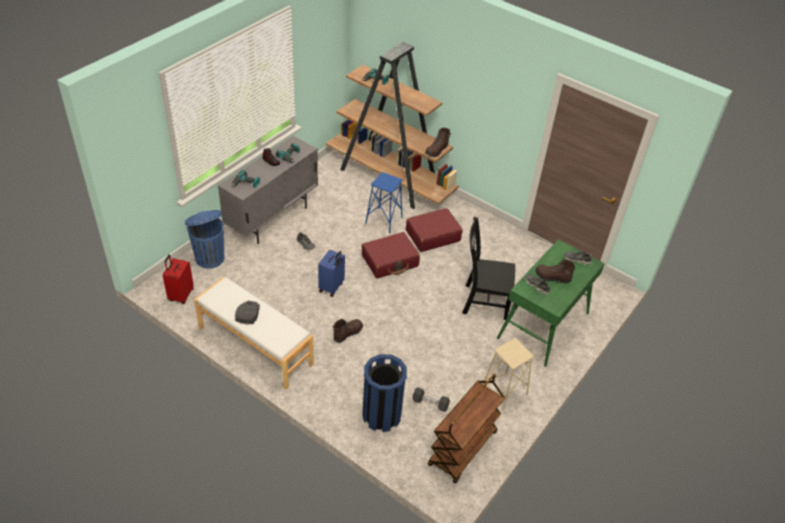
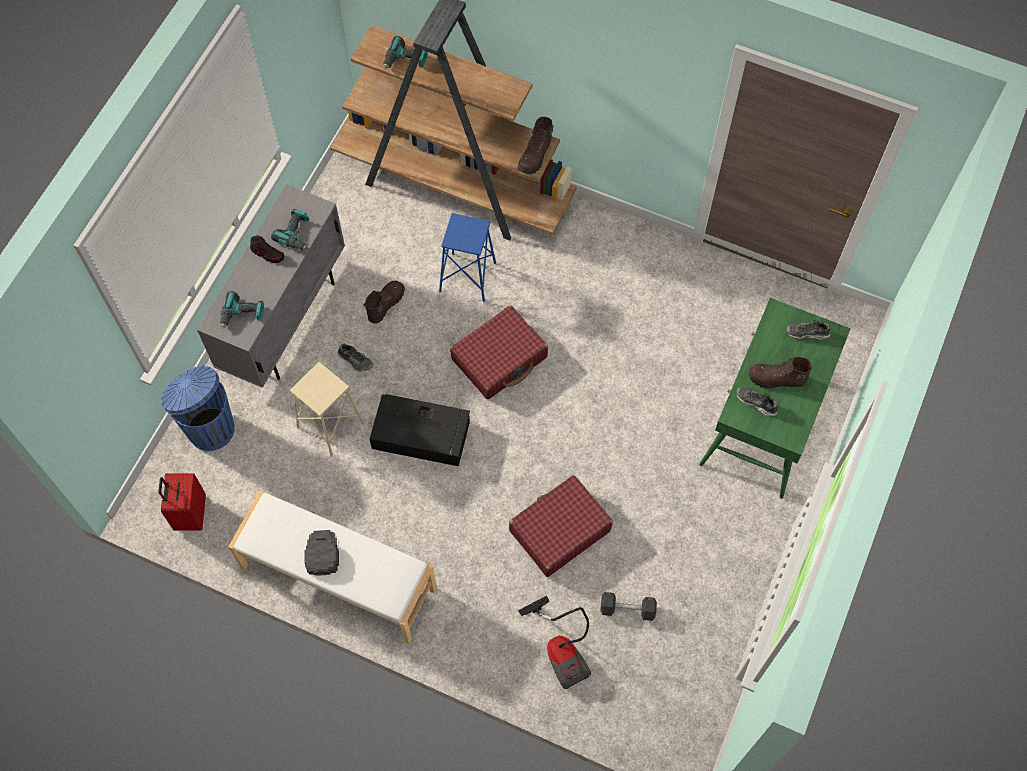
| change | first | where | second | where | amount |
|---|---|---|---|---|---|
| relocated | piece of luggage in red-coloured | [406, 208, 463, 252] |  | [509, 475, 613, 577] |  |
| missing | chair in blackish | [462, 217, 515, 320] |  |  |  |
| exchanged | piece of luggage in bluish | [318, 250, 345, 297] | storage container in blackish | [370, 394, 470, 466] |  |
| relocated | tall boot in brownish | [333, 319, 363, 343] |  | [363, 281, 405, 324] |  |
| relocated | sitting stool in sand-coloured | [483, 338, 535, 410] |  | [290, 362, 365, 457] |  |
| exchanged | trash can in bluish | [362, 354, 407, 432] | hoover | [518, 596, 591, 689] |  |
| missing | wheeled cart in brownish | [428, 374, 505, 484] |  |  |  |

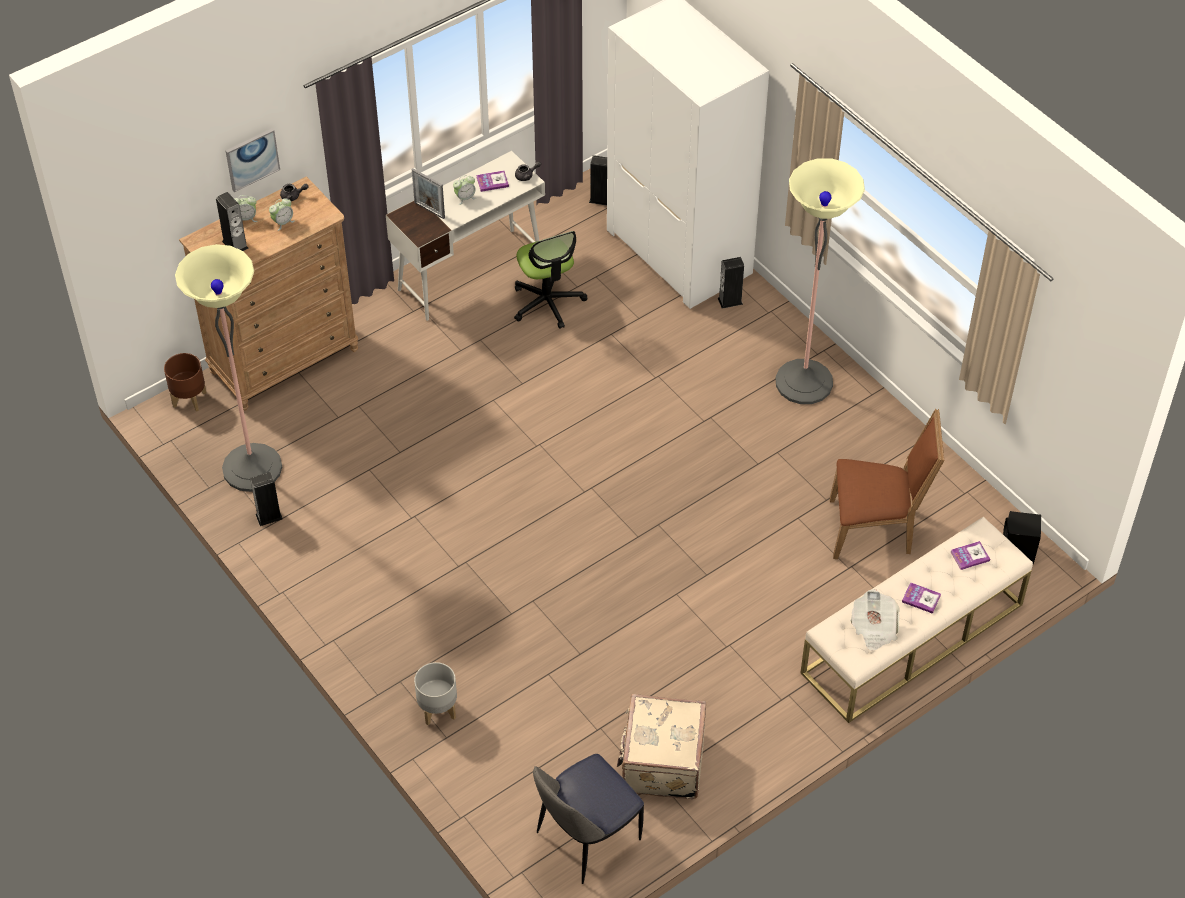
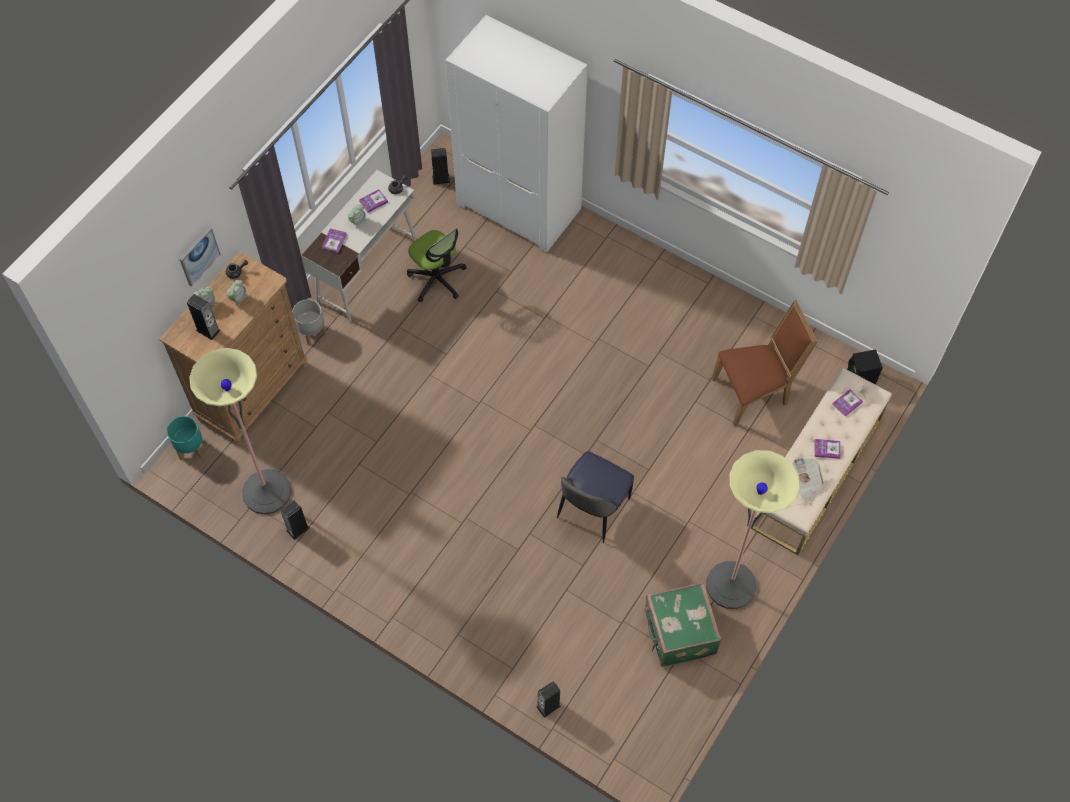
| change | first | where | second | where | amount |
|---|---|---|---|---|---|
| relocated | standing lamp | [776, 158, 865, 404] |  | [706, 450, 799, 609] |  |
| exchanged | photo frame | [412, 169, 445, 219] | bound book | [322, 228, 347, 253] |  |
| relocated | audio speaker | [718, 257, 744, 309] |  | [536, 681, 561, 718] |  |
| colour | planter in brownish | [164, 353, 206, 412] | planter in turquoise | [167, 416, 203, 460] |  |
| relocated | planter in gray | [414, 662, 457, 726] |  | [292, 299, 326, 345] |  |
| colour | piece of luggage in sand-coloured | [617, 694, 706, 799] | piece of luggage in greenish | [644, 582, 721, 667] |  |
| relocated | chair | [533, 754, 644, 884] |  | [557, 451, 634, 543] |  |

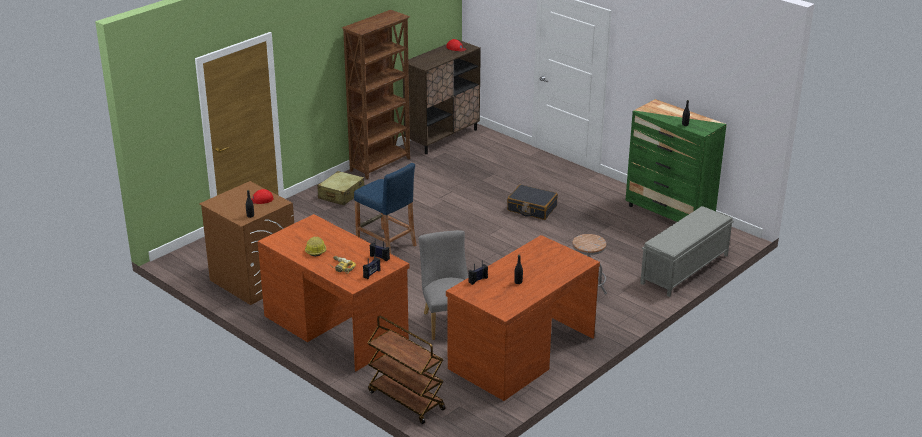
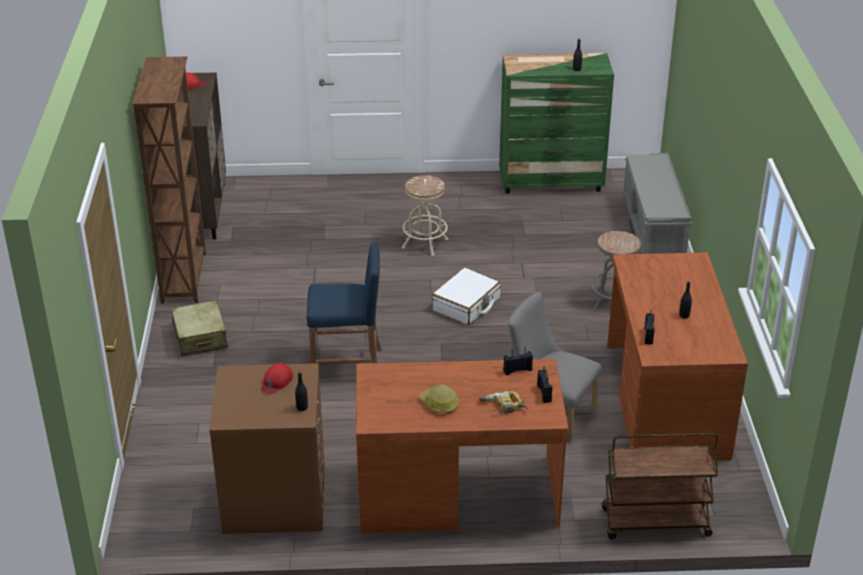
| change | first | where | second | where | amount |
|---|---|---|---|---|---|
| exchanged | piece of luggage in blackish | [507, 184, 558, 220] | sitting stool in sand-coloured | [402, 175, 448, 256] |  |
| appeared |  |  | piece of luggage in white-coloured | [432, 267, 501, 325] |  |

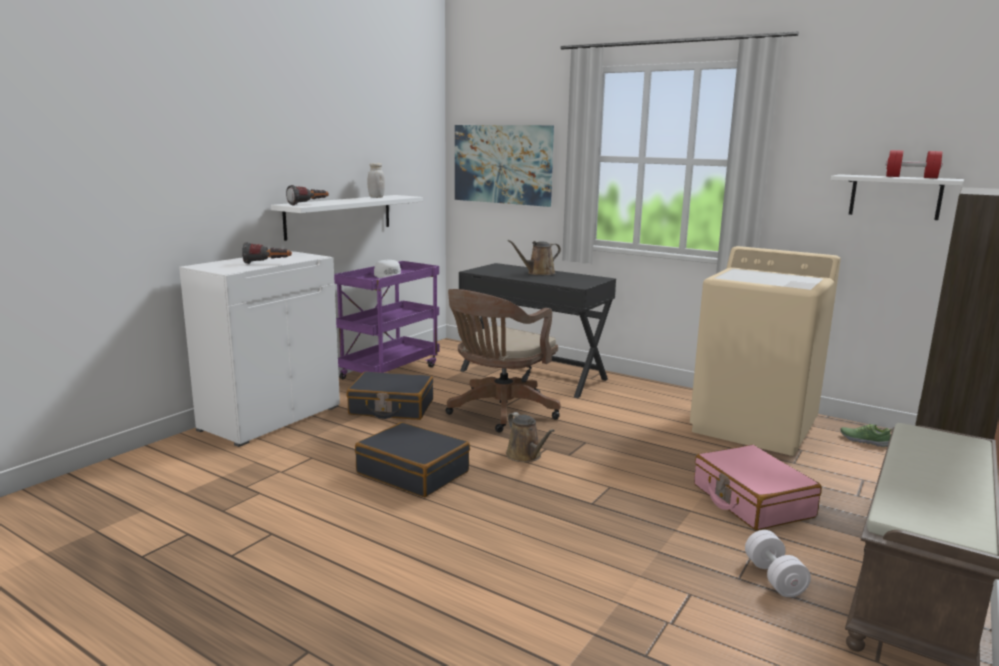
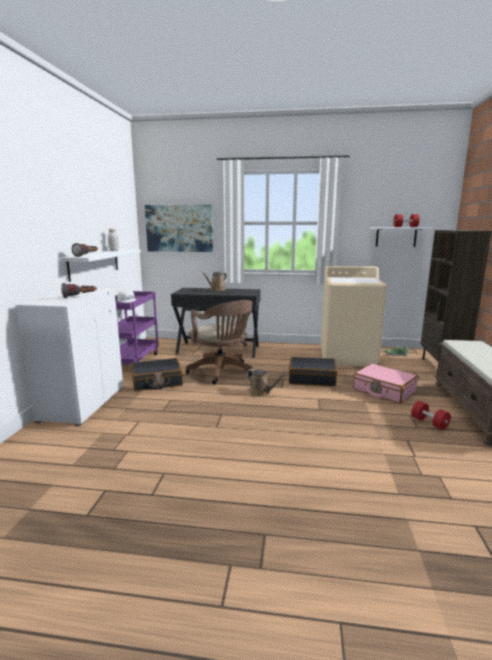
| change | first | where | second | where | amount |
|---|---|---|---|---|---|
| spun | computer chair in brownish | [445, 289, 561, 432] |  | [185, 300, 253, 385] | 45 degrees counterclockwise |
| relocated | piece of luggage in blackish | [355, 422, 470, 497] |  | [289, 357, 338, 386] |  |
| colour | hand weight in white-coloured | [745, 530, 811, 597] | hand weight in red-coloured | [411, 401, 451, 430] |  |

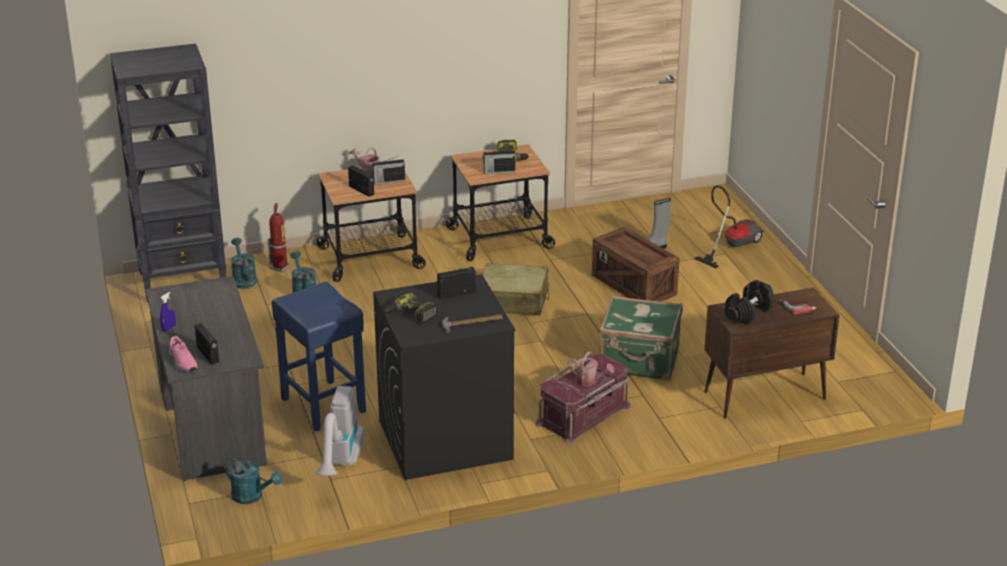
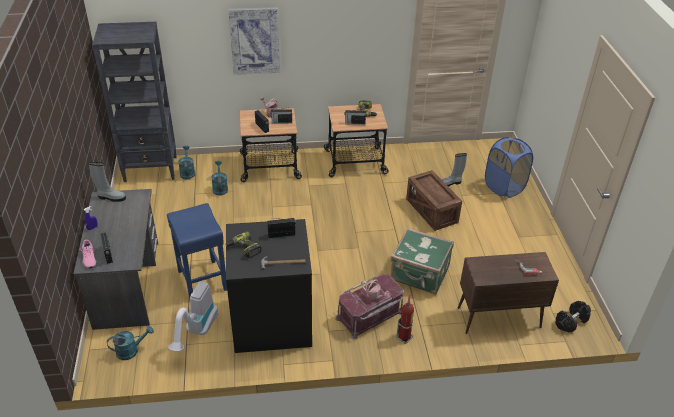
| change | first | where | second | where | amount |
|---|---|---|---|---|---|
| exchanged | hoover | [694, 185, 764, 268] | washing basket in bluish | [485, 137, 533, 198] |  |
| relocated | extinguisher | [267, 203, 290, 272] |  | [396, 295, 414, 344] |  |
| missing | piece of luggage in sand-coloured | [482, 263, 550, 315] |  |  |  |
| relocated | hand weight in blackish | [725, 280, 773, 324] |  | [555, 301, 591, 333] |  |
| spun | watering pot in turquoise | [224, 457, 282, 504] |  | [107, 326, 154, 360] | 60 degrees counterclockwise |
| appeared |  |  | wall art | [228, 7, 280, 75] |  |
| appeared |  |  | tall boot in gray | [88, 162, 126, 202] |  |

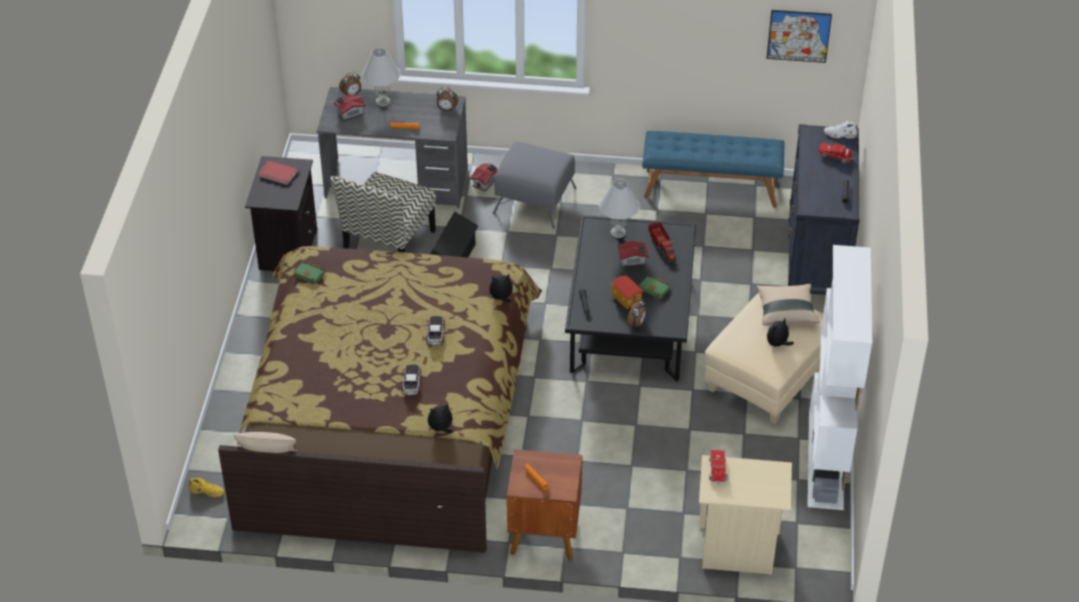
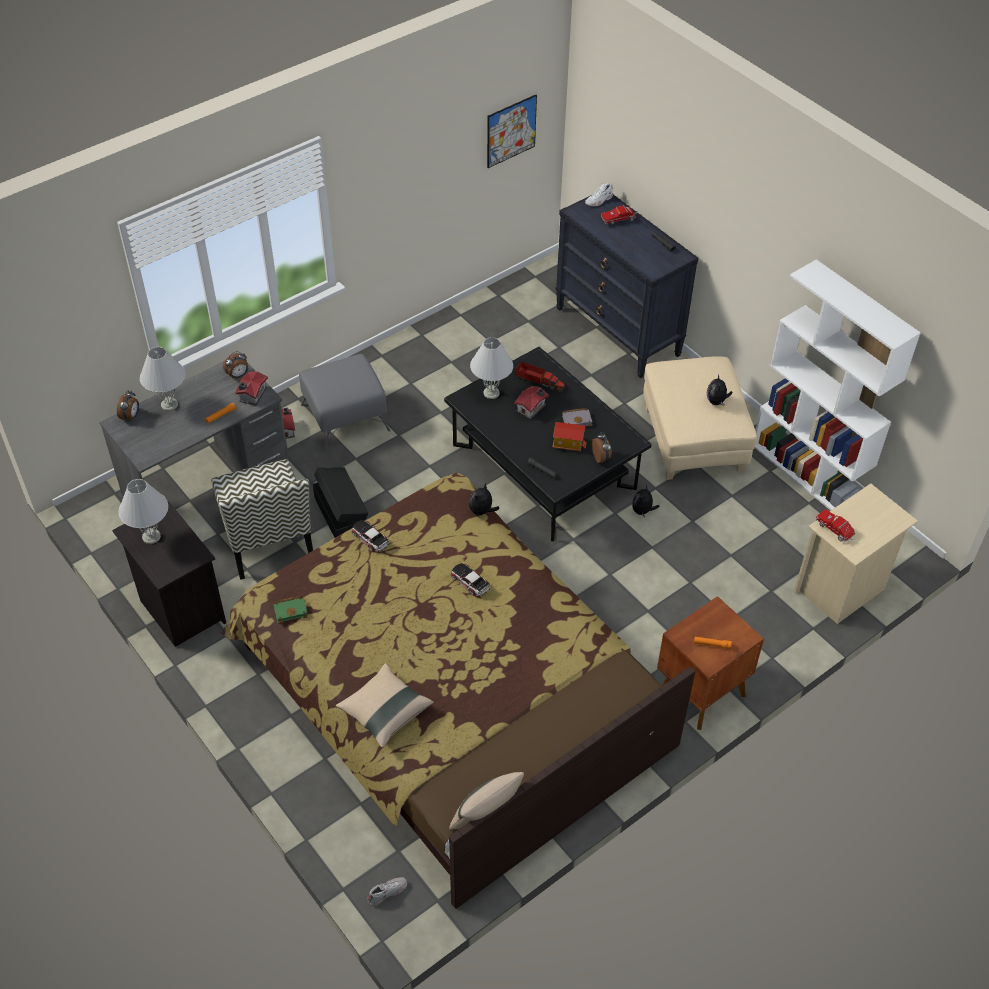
| change | first | where | second | where | amount |
|---|---|---|---|---|---|
| relocated | miniature house | [334, 95, 366, 121] |  | [236, 371, 268, 406] |  |
| missing | bench in bluish | [642, 131, 785, 208] |  |  |  |
| exchanged | bound book in red-coloured | [258, 160, 298, 185] | tabletop lamp in white-coloured | [119, 479, 168, 544] |  |
| colour | bound book in greenish | [639, 276, 670, 299] | bound book in gray | [562, 408, 592, 427] |  |
| relocated | throw pillow in sand-coloured | [757, 284, 820, 325] |  | [336, 663, 434, 748] |  |
| relocated | miniature car | [402, 364, 421, 395] |  | [352, 520, 389, 553] |  |
| relocated | soft toy | [428, 403, 453, 433] |  | [632, 484, 660, 518] |  |
| colour | item of footwear in yellowish | [189, 477, 224, 497] | item of footwear in white-coloured | [367, 877, 407, 906] |  |

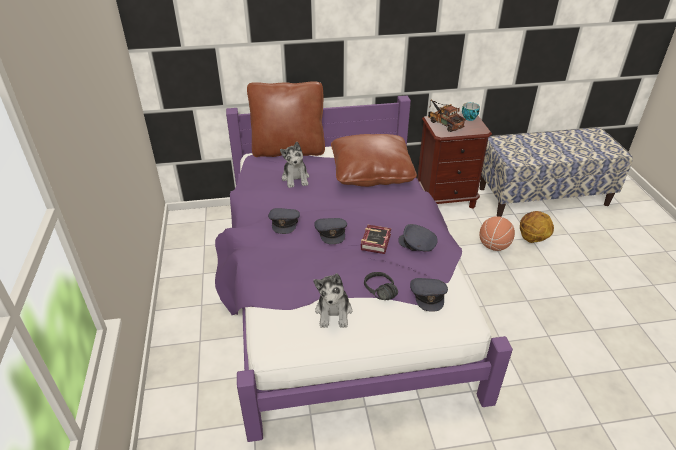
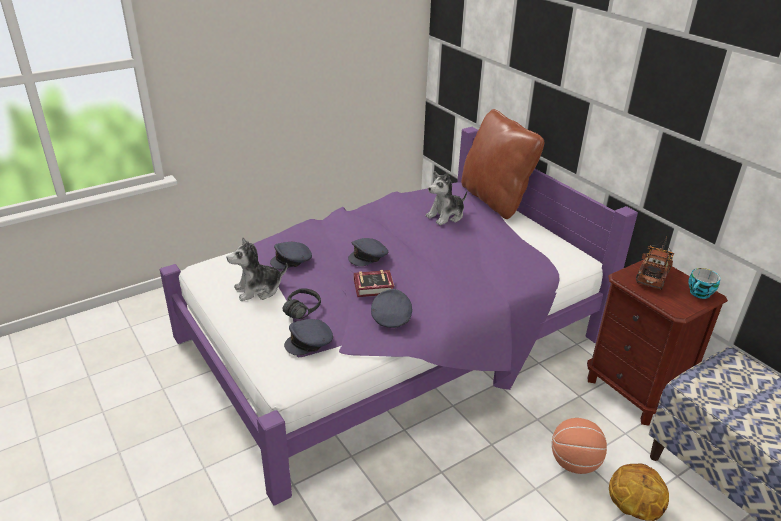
| change | first | where | second | where | amount |
|---|---|---|---|---|---|
| missing | throw pillow in brownish | [331, 134, 417, 187] |  |  |  |
| relocated | baseball cap in gray | [268, 208, 300, 234] |  | [270, 242, 312, 269] |  |

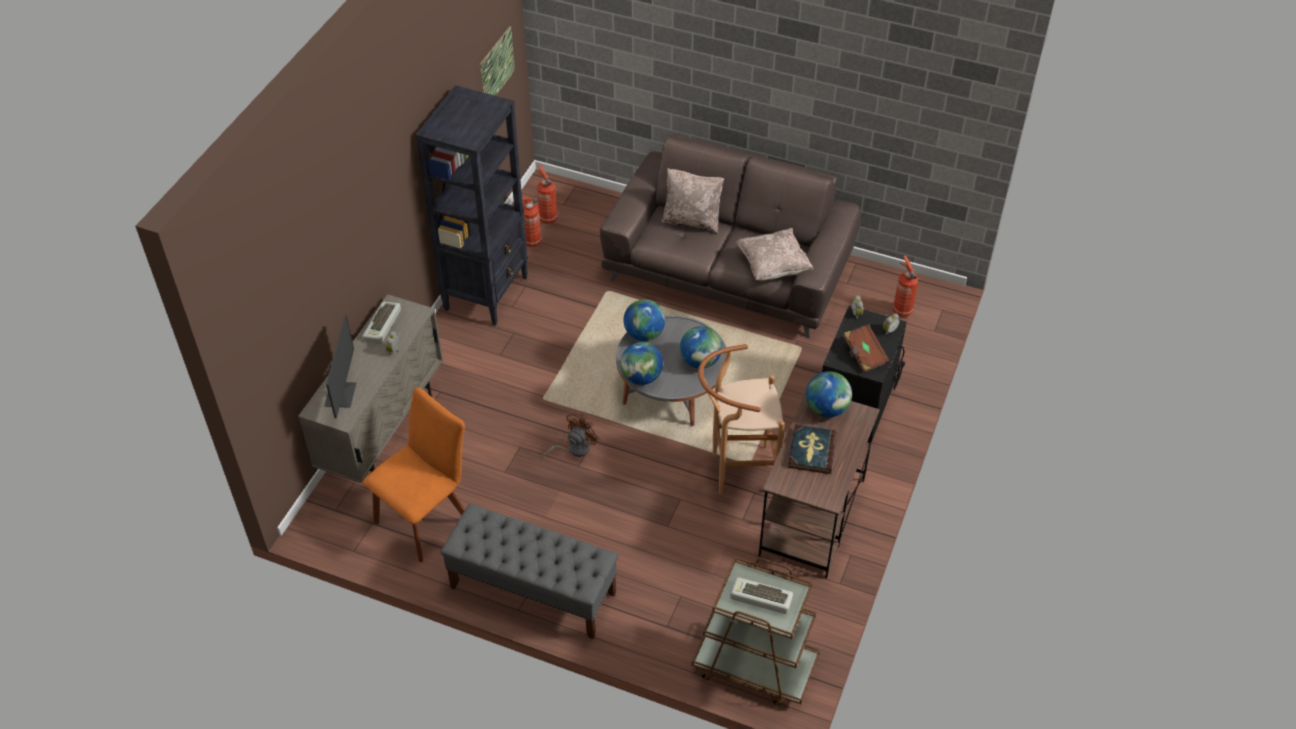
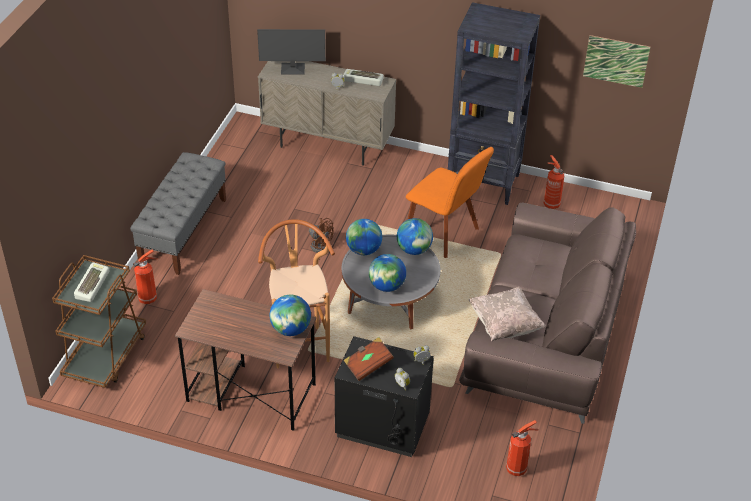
| change | first | where | second | where | amount |
|---|---|---|---|---|---|
| relocated | extinguisher | [537, 165, 558, 224] |  | [133, 250, 158, 304] |  |
| missing | throw pillow in sand-coloured | [661, 168, 724, 233] |  |  |  |
| relocated | chair in orange-coloured | [363, 388, 465, 562] |  | [406, 147, 494, 258] |  |
| missing | bound book | [788, 424, 837, 474] |  |  |  |

